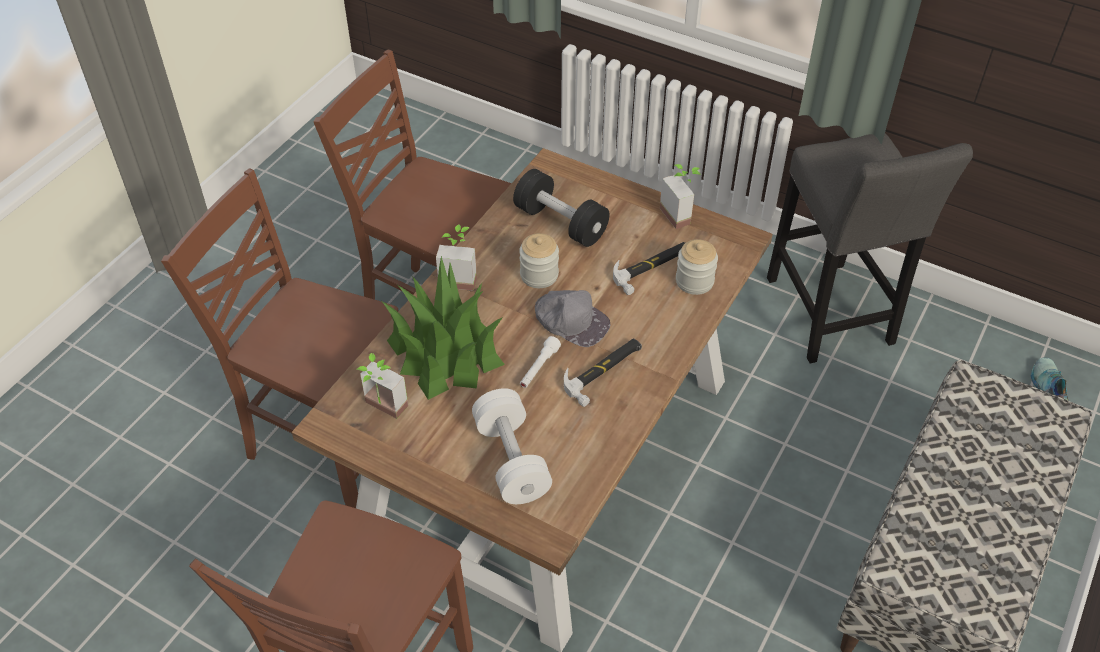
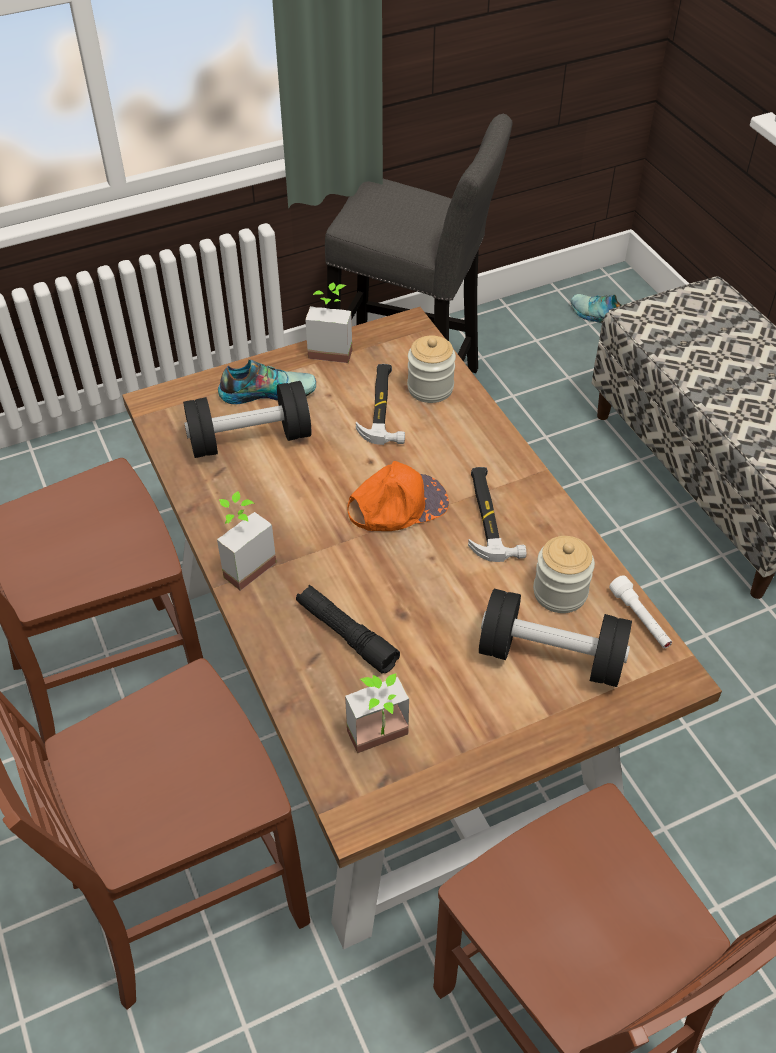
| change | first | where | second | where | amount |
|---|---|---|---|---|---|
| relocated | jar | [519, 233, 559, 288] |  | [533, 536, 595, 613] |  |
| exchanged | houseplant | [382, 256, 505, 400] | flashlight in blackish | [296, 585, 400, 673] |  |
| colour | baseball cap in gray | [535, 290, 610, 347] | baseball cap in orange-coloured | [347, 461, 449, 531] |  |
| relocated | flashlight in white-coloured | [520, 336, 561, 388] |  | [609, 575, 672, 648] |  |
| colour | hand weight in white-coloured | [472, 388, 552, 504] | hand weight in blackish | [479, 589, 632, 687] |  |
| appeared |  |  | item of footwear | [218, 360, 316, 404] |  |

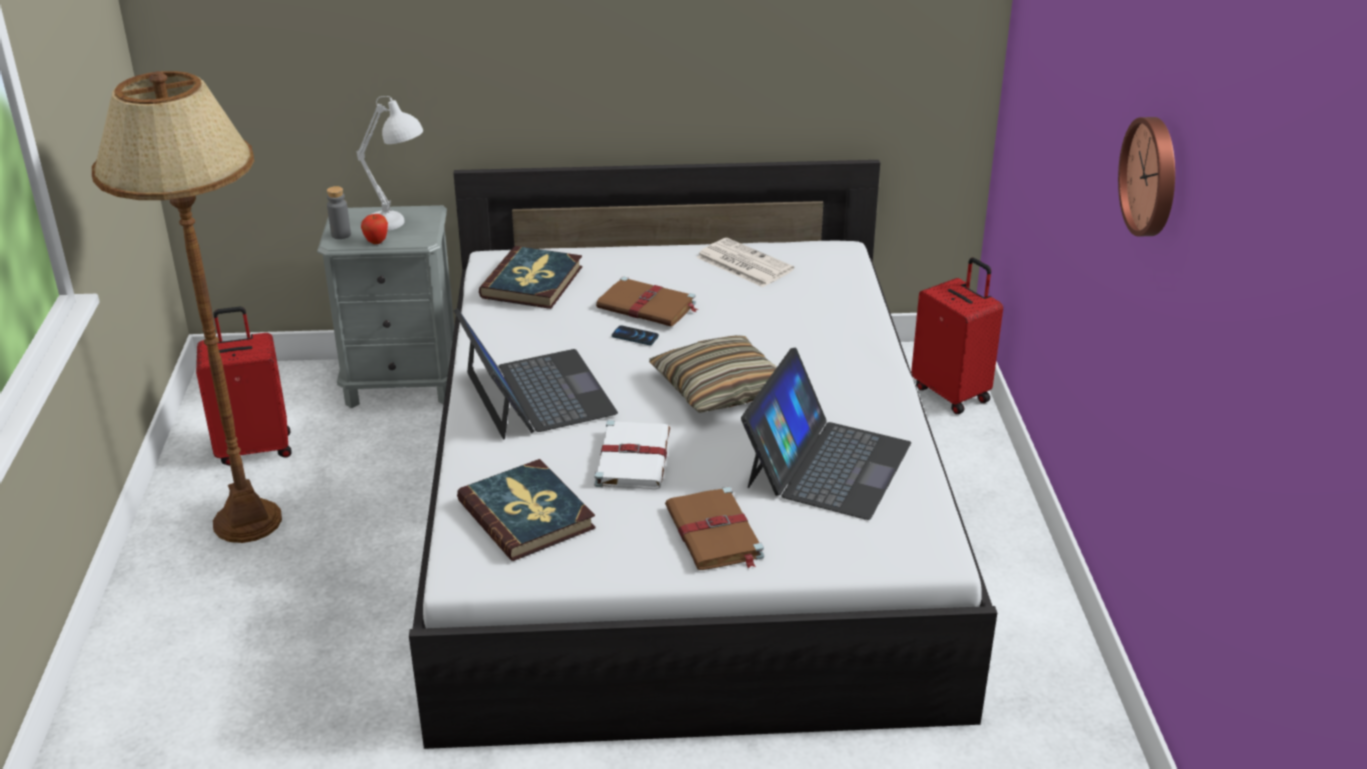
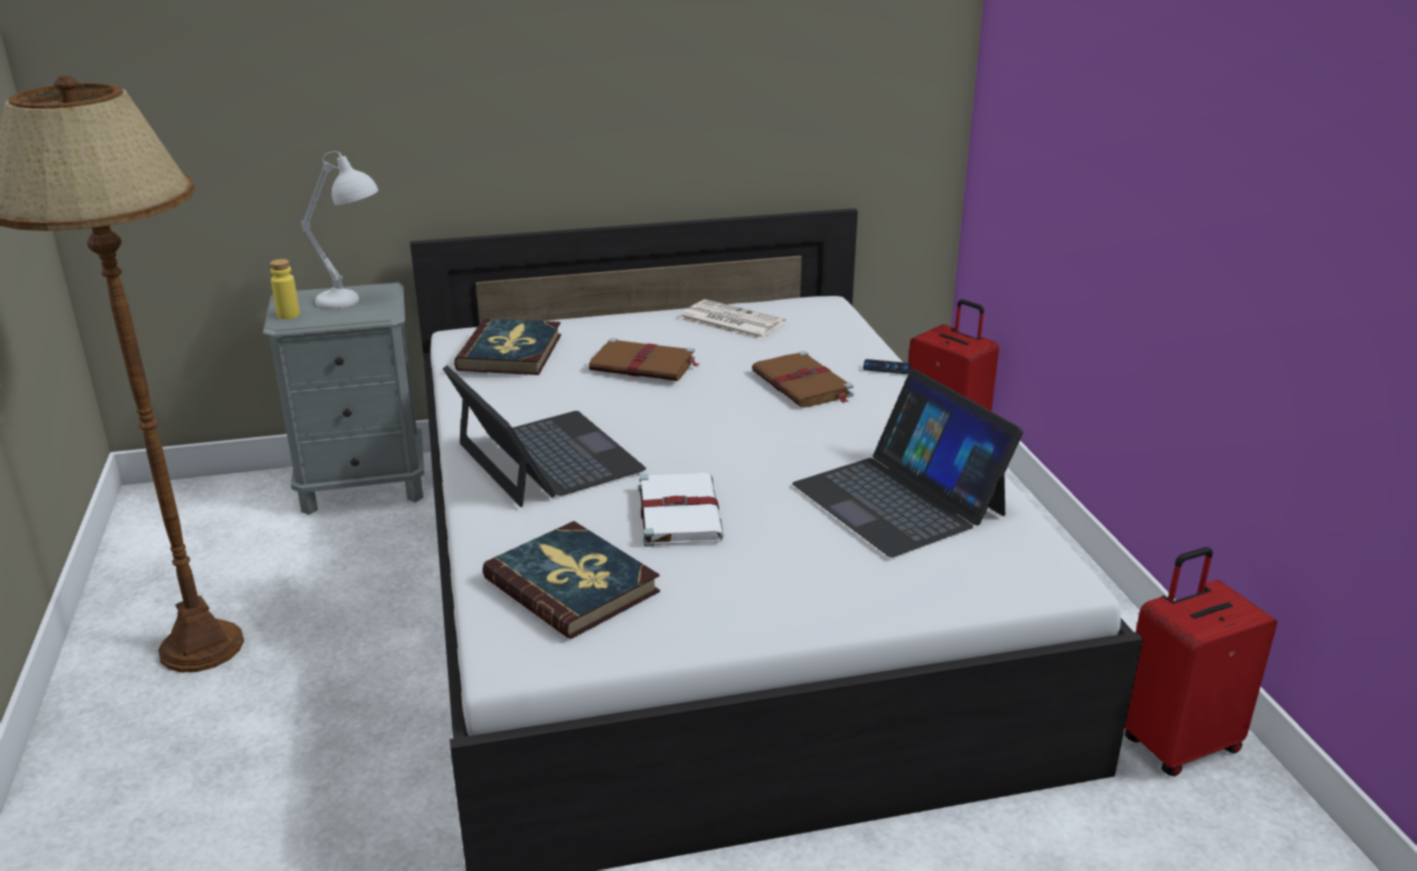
| change | first | where | second | where | amount |
|---|---|---|---|---|---|
| missing | wall clock | [1118, 117, 1175, 237] |  |  |  |
| colour | beverage bottle in gray | [327, 186, 351, 239] | beverage bottle in yellowish | [270, 259, 300, 319] |  |
| missing | apple fruit | [361, 214, 388, 244] |  |  |  |
| relocated | piece of luggage in red-coloured | [196, 307, 292, 466] |  | [1125, 547, 1277, 776] |  |
| relocated | telephone | [612, 325, 659, 345] |  | [863, 359, 911, 374] |  |
| missing | throw pillow | [649, 335, 777, 413] |  |  |  |
| spun | portable computer | [741, 348, 911, 520] |  | [792, 369, 1024, 557] | 135 degrees clockwise |
| relocated | bound book in brownish | [665, 487, 764, 570] |  | [752, 351, 854, 407] |  |

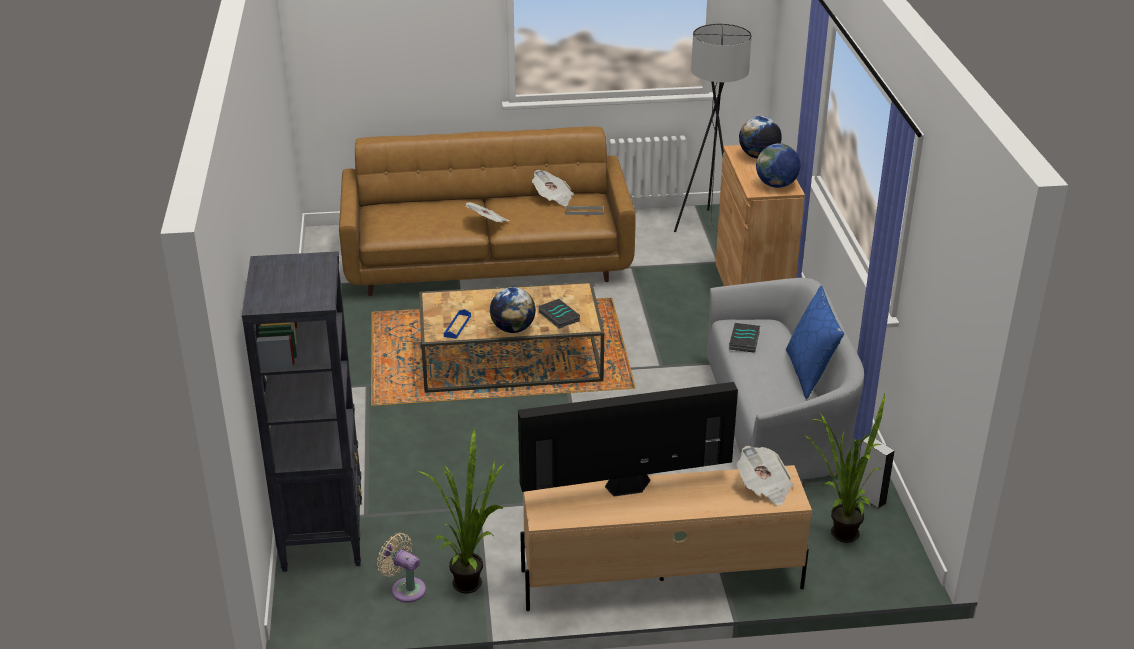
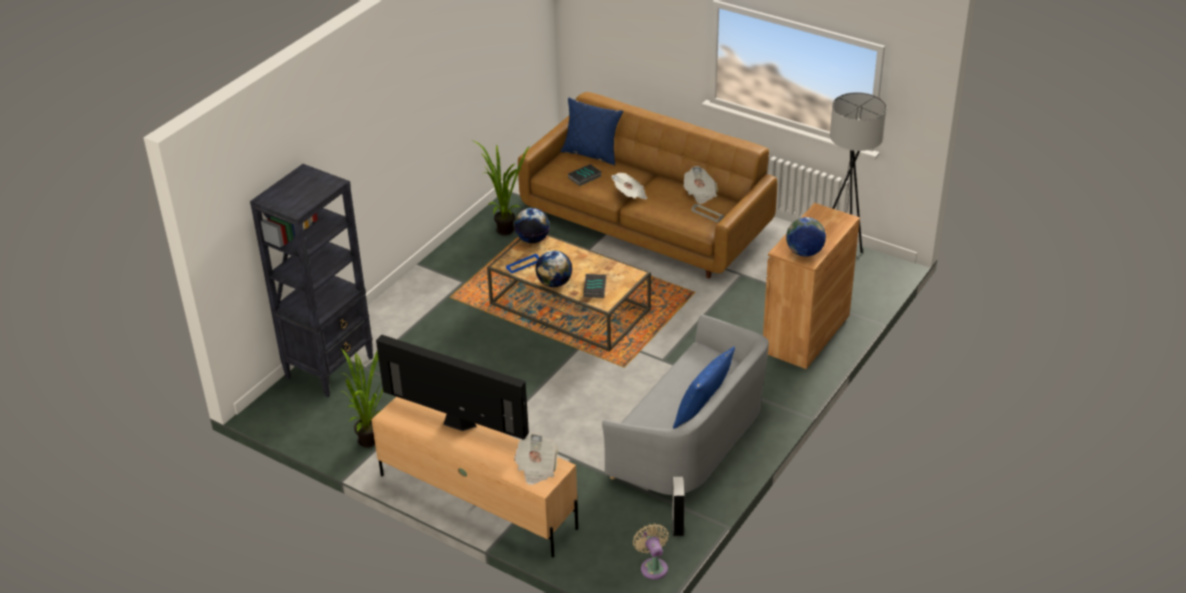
| change | first | where | second | where | amount |
|---|---|---|---|---|---|
| relocated | globe | [739, 116, 782, 158] |  | [514, 208, 550, 243] |  |
| relocated | bound book | [729, 323, 760, 353] |  | [568, 164, 602, 186] |  |
| relocated | houseplant | [804, 394, 885, 543] |  | [474, 141, 530, 235] |  |
| relocated | cooling fan in sand-coloured | [377, 533, 426, 603] |  | [633, 524, 669, 580] |  |
| appeared |  |  | throw pillow in bluish | [561, 98, 623, 166] |  |

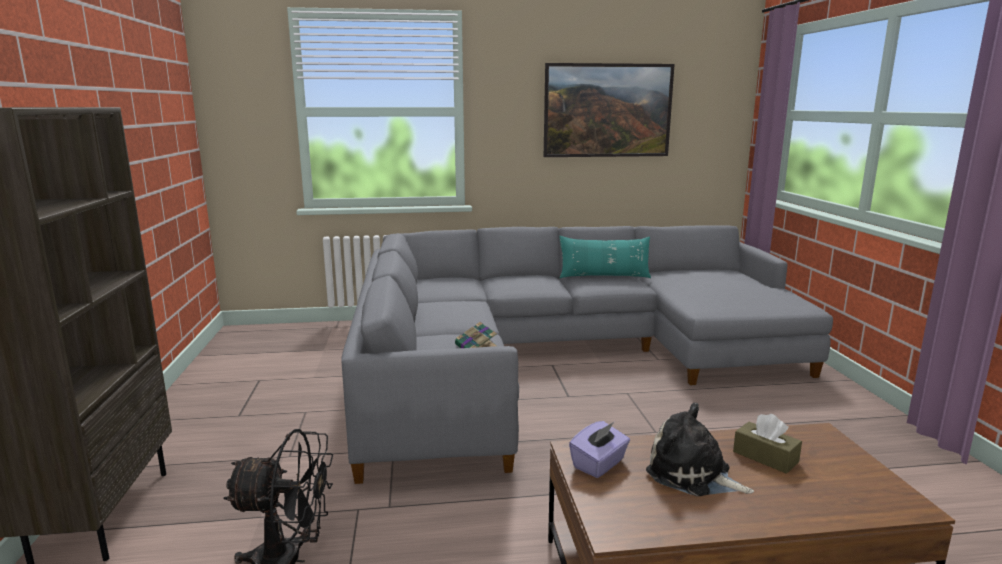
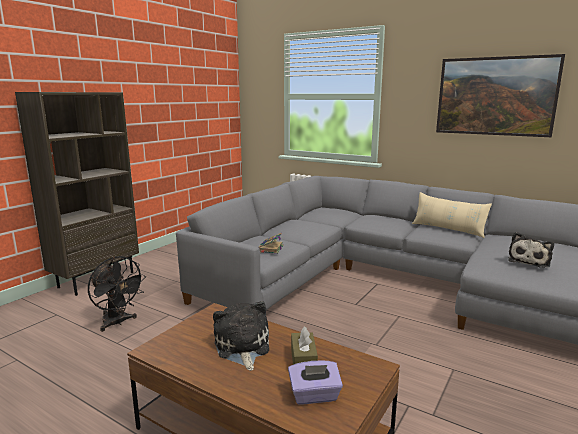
| change | first | where | second | where | amount |
|---|---|---|---|---|---|
| colour | throw pillow in turquoise | [559, 236, 651, 278] | throw pillow in sand-coloured | [412, 192, 492, 238] |  |
| relocated | box of tissues in purple | [569, 421, 630, 478] |  | [288, 361, 343, 404] |  |
| appeared |  |  | soft toy | [508, 232, 554, 268] |  |

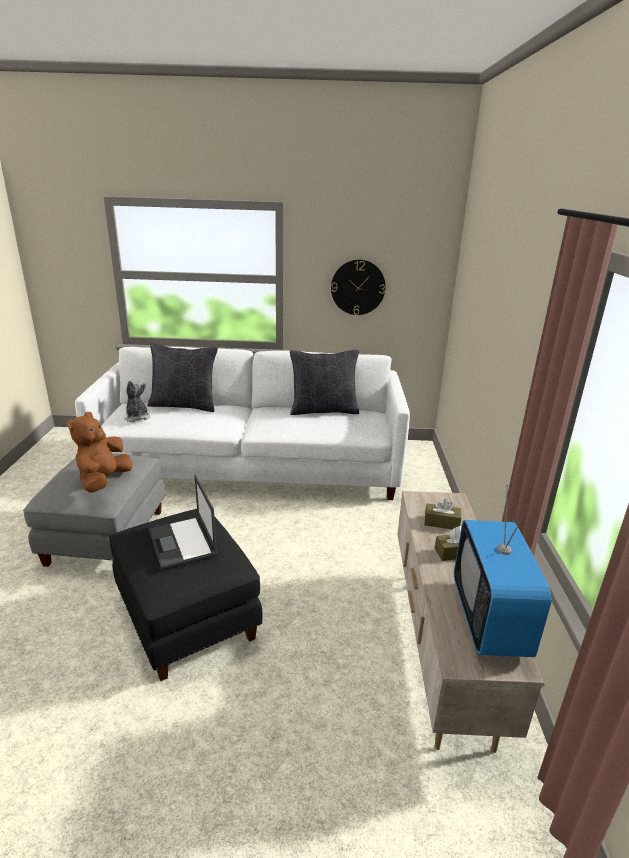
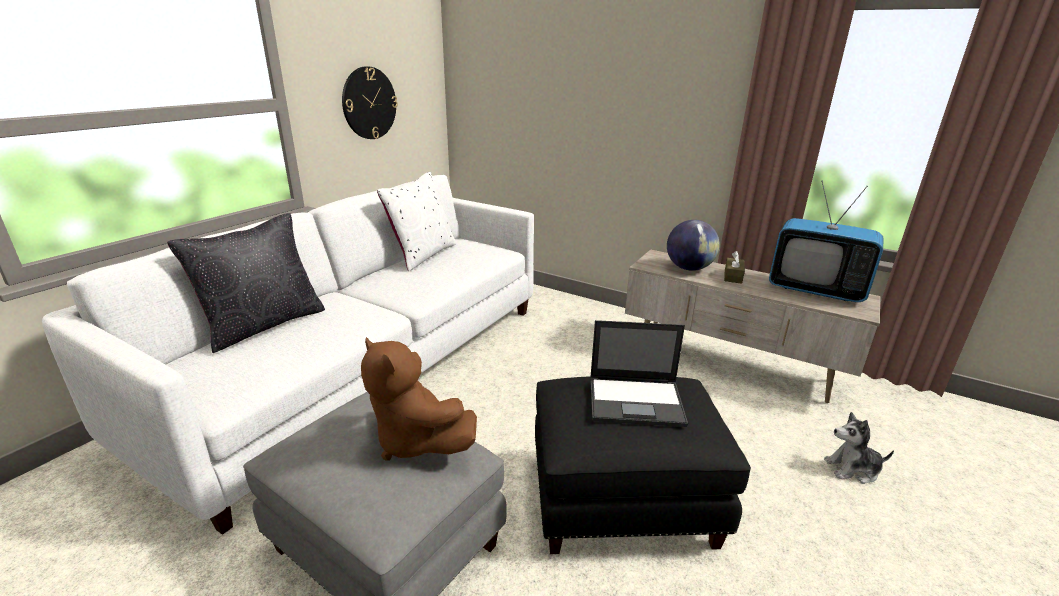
| change | first | where | second | where | amount |
|---|---|---|---|---|---|
| colour | throw pillow in blackish | [290, 350, 359, 415] | throw pillow in white-coloured | [377, 172, 456, 272] |  |
| relocated | soft toy | [125, 380, 150, 422] |  | [824, 412, 894, 484] |  |
| exchanged | box of tissues in brownish | [424, 499, 461, 530] | globe | [667, 220, 720, 271] |  |

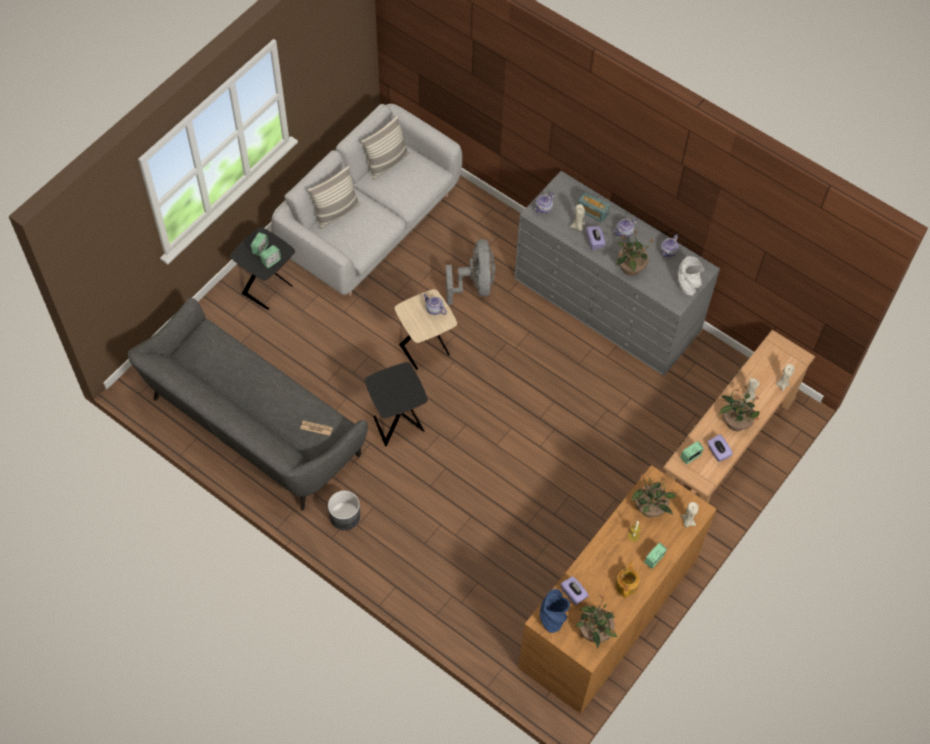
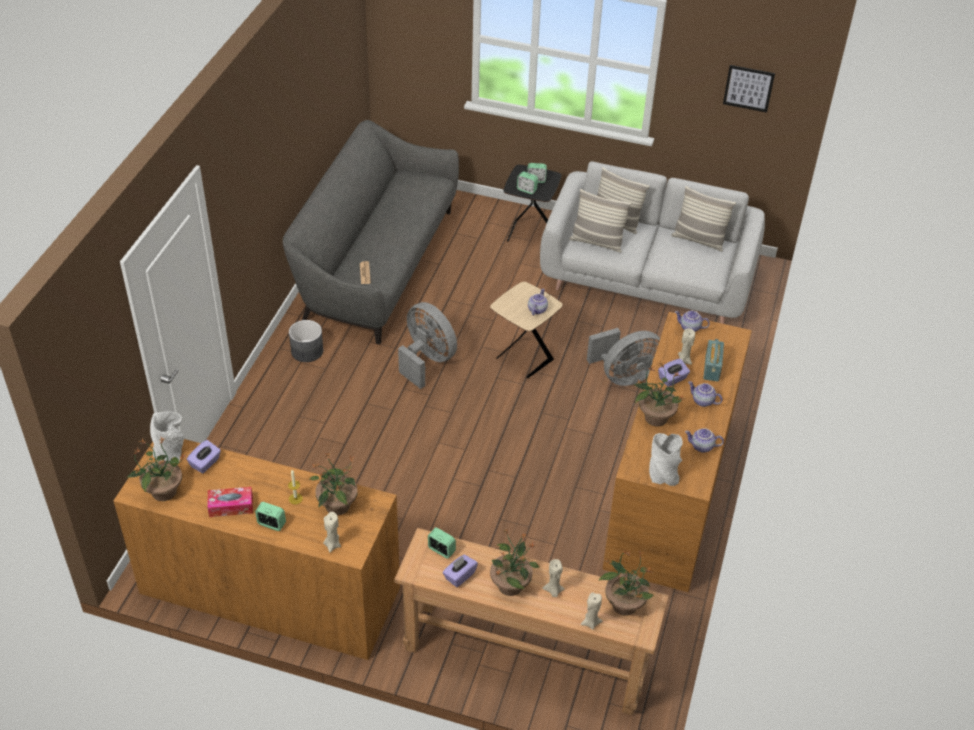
| change | first | where | second | where | amount |
|---|---|---|---|---|---|
| colour | chest of drawers in gray | [514, 171, 720, 376] | chest of drawers in brownish | [603, 312, 752, 592] |  |
| exchanged | end table in blackish | [364, 362, 428, 447] | cooling fan in gray | [398, 302, 457, 389] |  |
| exchanged | pot for tea | [615, 561, 640, 598] | box of tissues | [207, 487, 253, 517] |  |
| colour | vase in bluish | [540, 589, 570, 633] | vase in gray | [150, 411, 184, 461] |  |
| appeared |  |  | wall art | [723, 65, 775, 113] |  |
| appeared |  |  | throw pillow | [570, 189, 631, 253] |  |
| appeared |  |  | houseplant | [599, 550, 653, 616] |  |

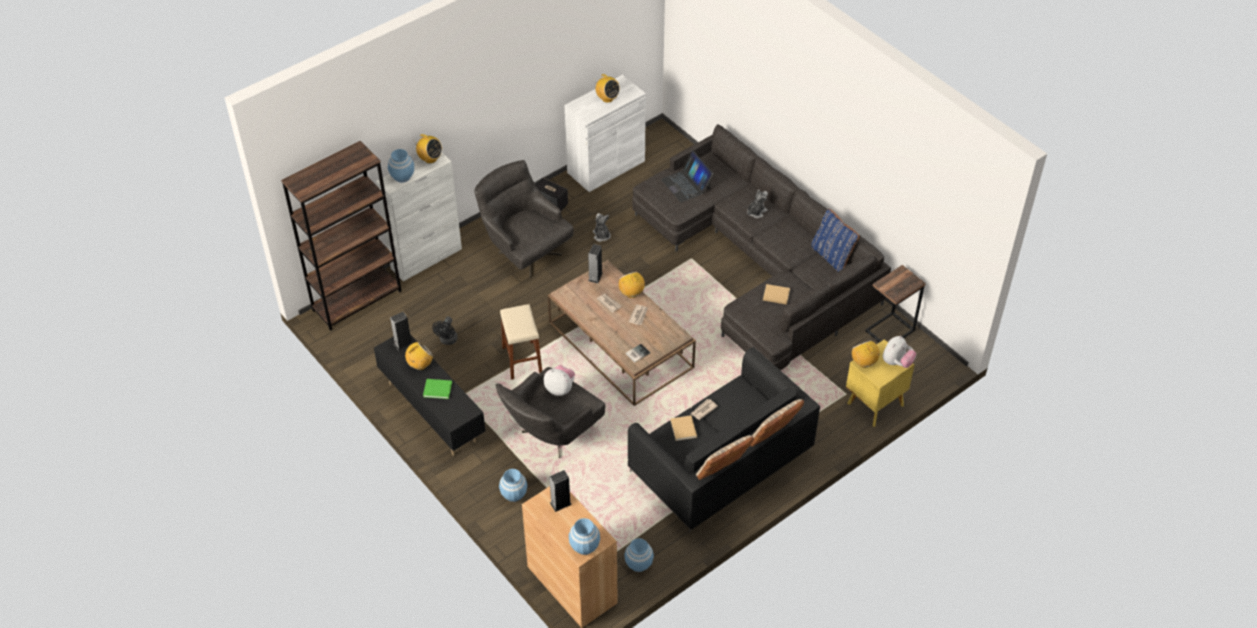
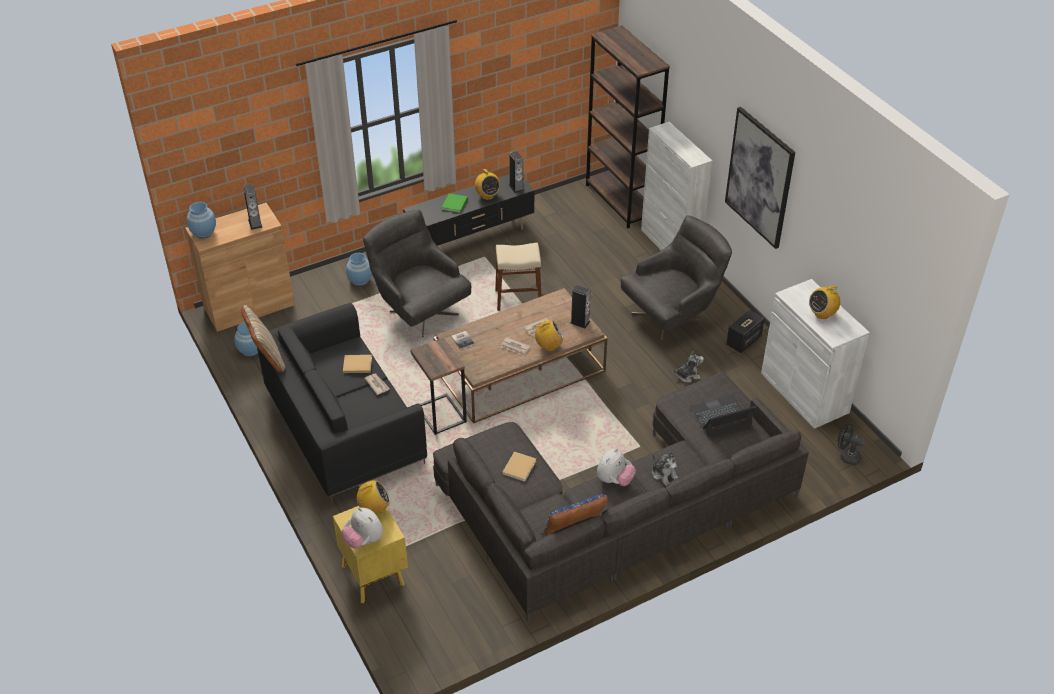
| change | first | where | second | where | amount |
|---|---|---|---|---|---|
| missing | radio | [415, 134, 442, 163] |  |  |  |
| missing | vase in bluish | [388, 149, 414, 182] |  |  |  |
| relocated | end table | [865, 265, 926, 342] |  | [410, 338, 467, 435] |  |
| relocated | cooling fan in blackish | [432, 316, 458, 345] |  | [837, 423, 865, 465] |  |
| relocated | soft toy | [544, 365, 575, 396] |  | [597, 448, 636, 486] |  |
| missing | throw pillow in sand-coloured | [751, 399, 804, 447] |  |  |  |
| appeared |  |  | wall art | [725, 107, 795, 249] |  |

